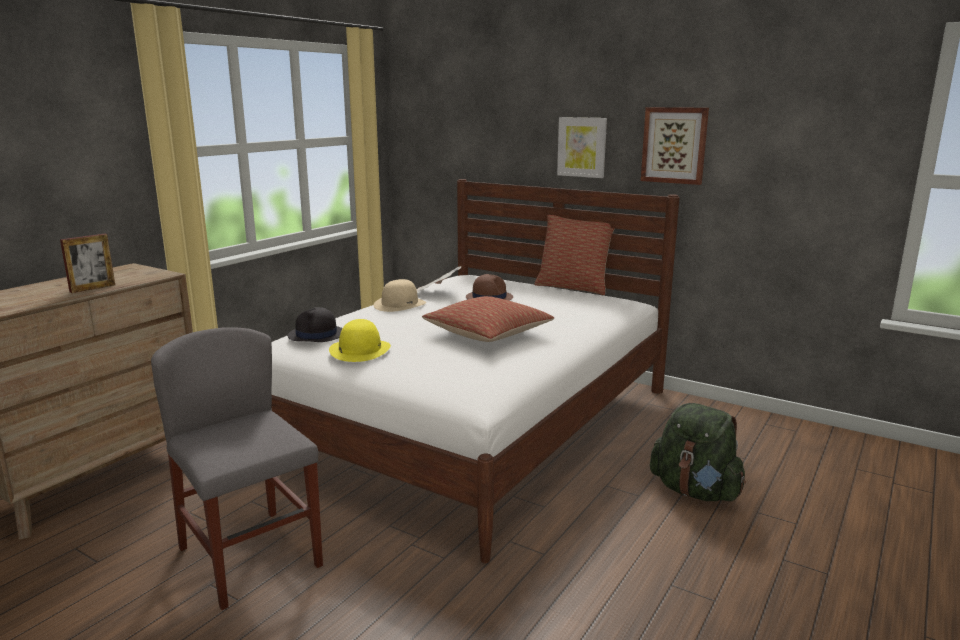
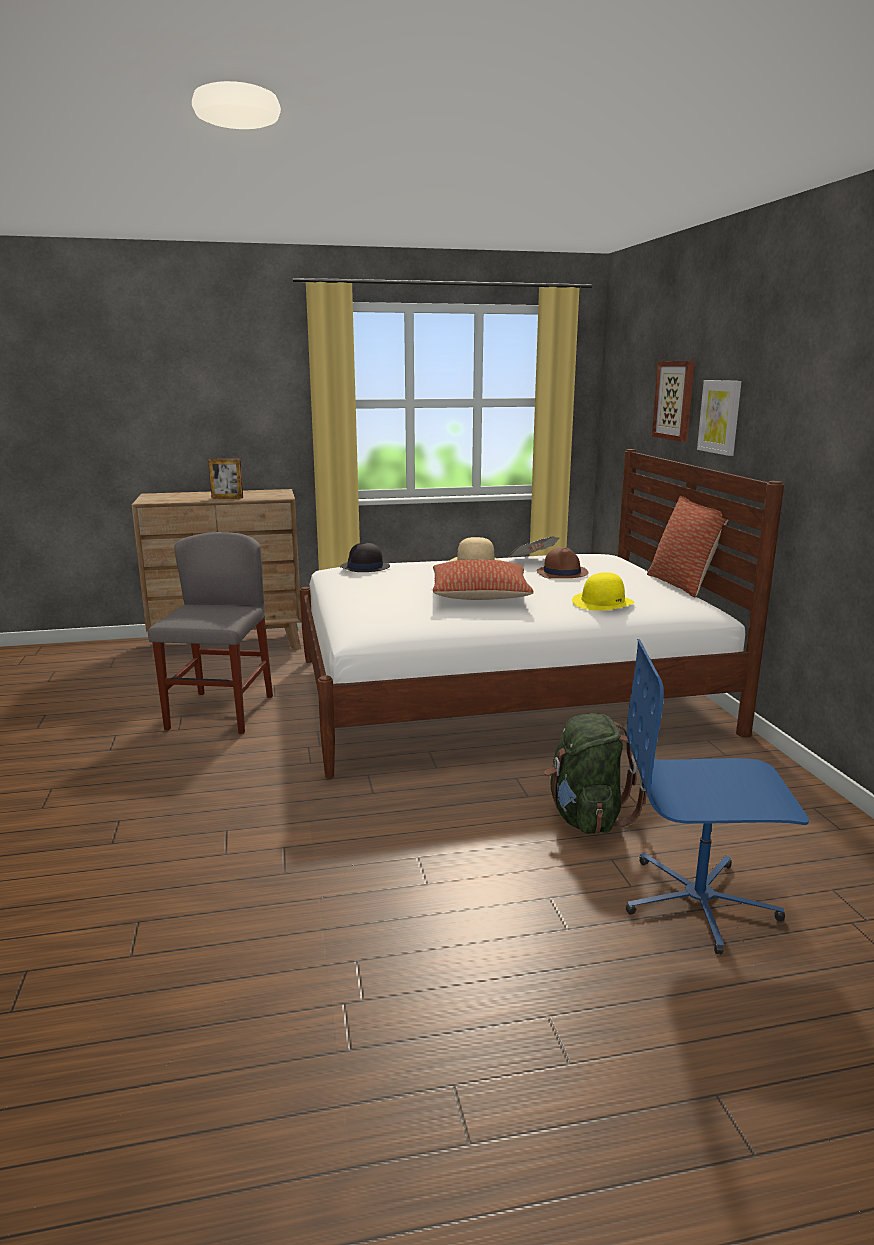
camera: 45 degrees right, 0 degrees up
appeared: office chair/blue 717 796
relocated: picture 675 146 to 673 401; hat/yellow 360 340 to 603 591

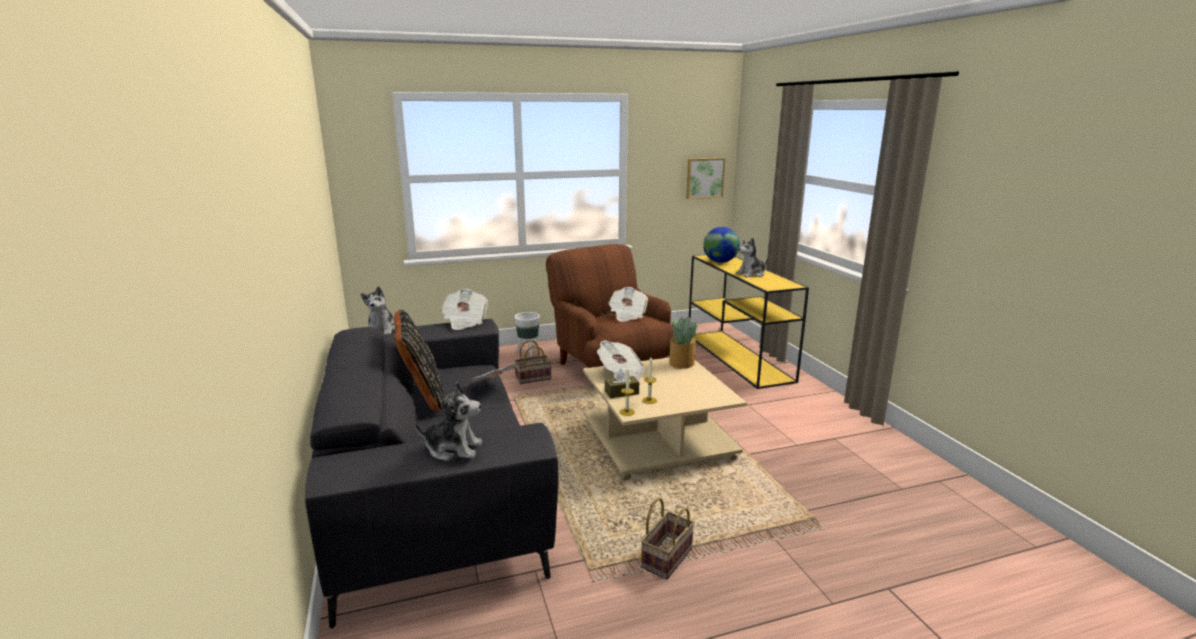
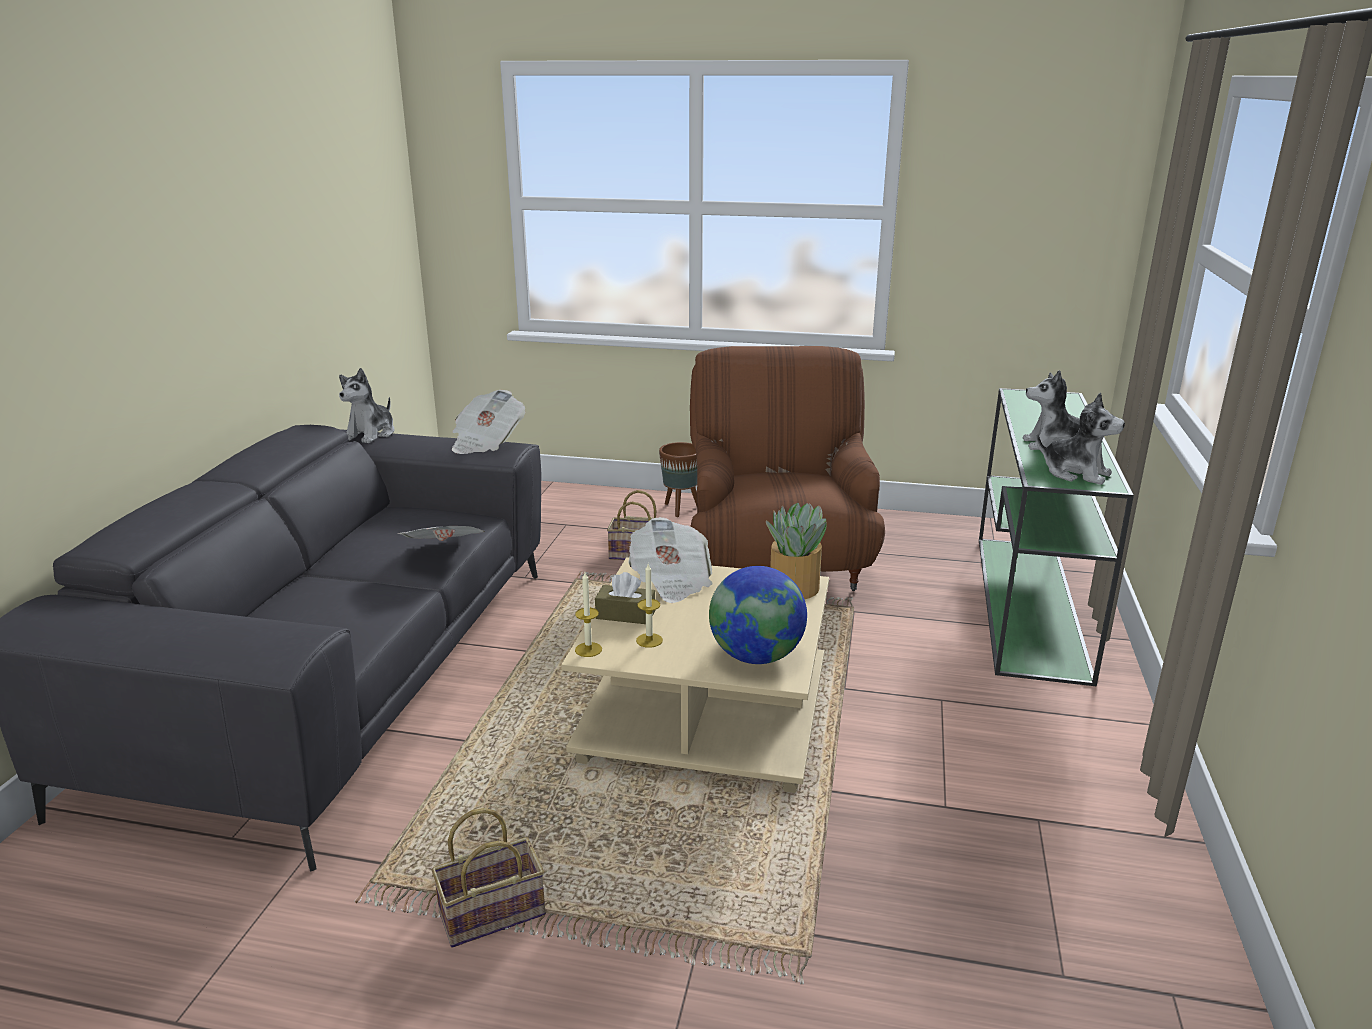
camera: 30 degrees right, 5 degrees up
missing: picture 705 178; newspaper 628 304; pillow/black 419 360
relocated: globe 721 245 to 758 615; plush toy 448 421 to 1080 438
colour: console table/yellow 749 322 to console table/green 1056 537; planter/white 527 334 to planter/brown 678 479

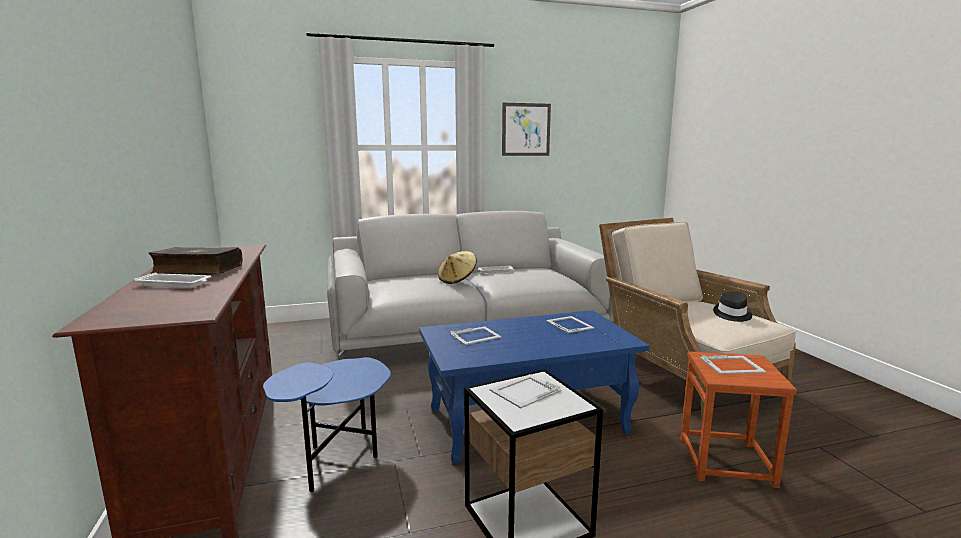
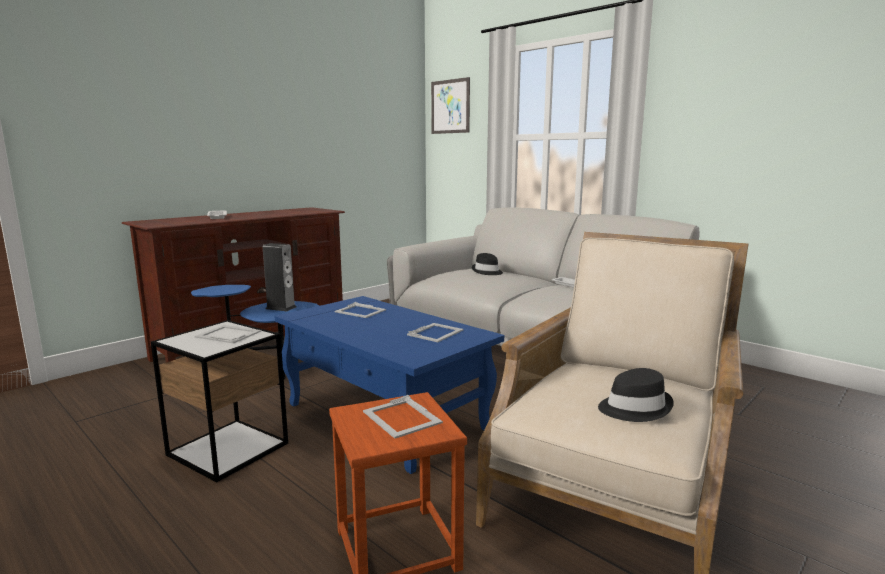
camera: 60 degrees right, 0 degrees up
missing: book 195 260; hat/beige 457 267
appeared: speaker 279 277; hat/black 487 264
relocated: picture 526 129 to 450 105

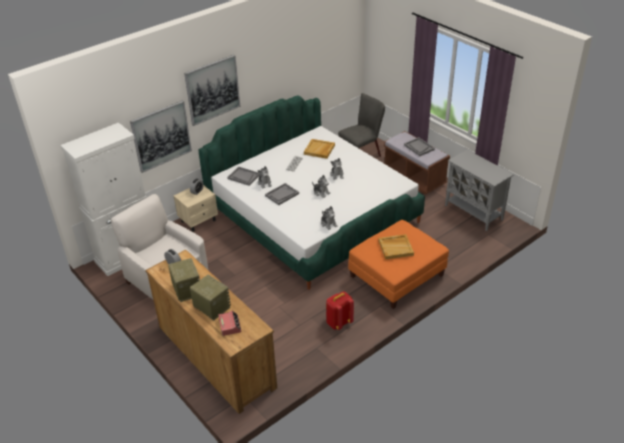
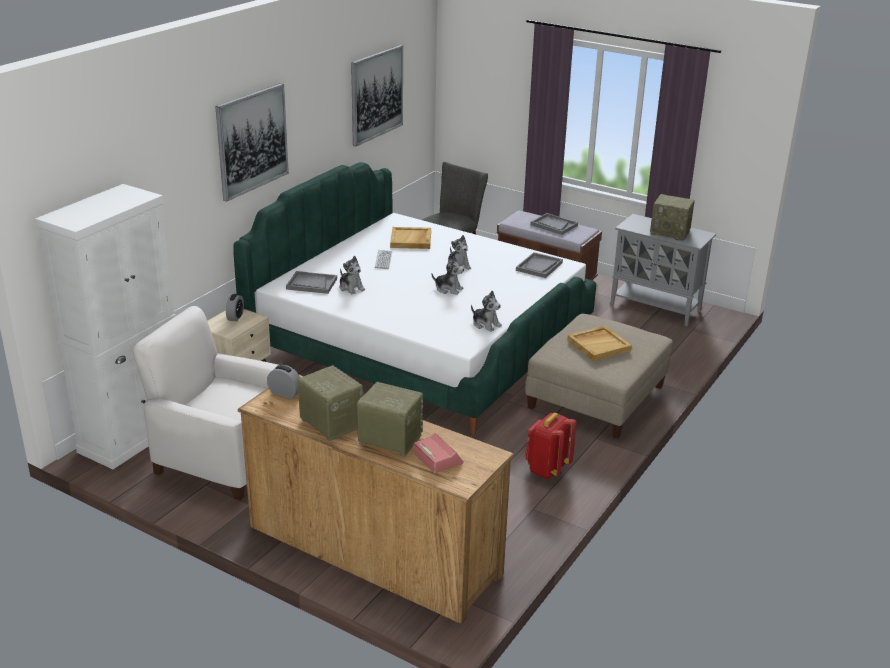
camera: 20 degrees left, 10 degrees down
appeared: radio 672 217
relocated: picture 161 136 to 377 96; tray/grey 282 194 to 539 265
colour: ottoman/orange 398 264 to ottoman/beige 599 376

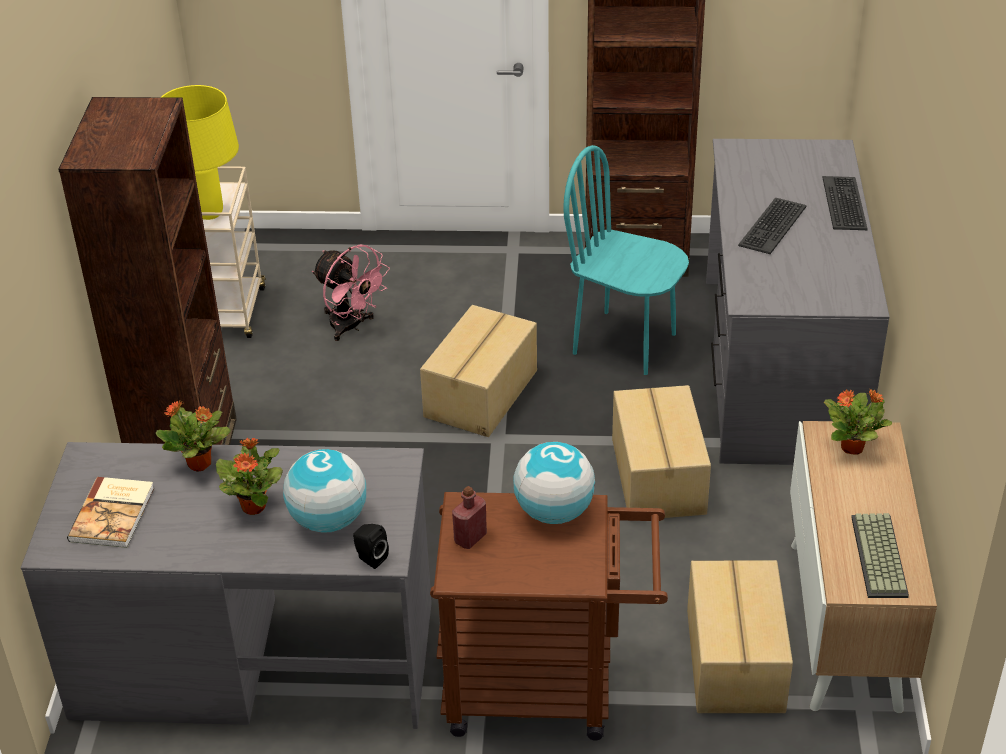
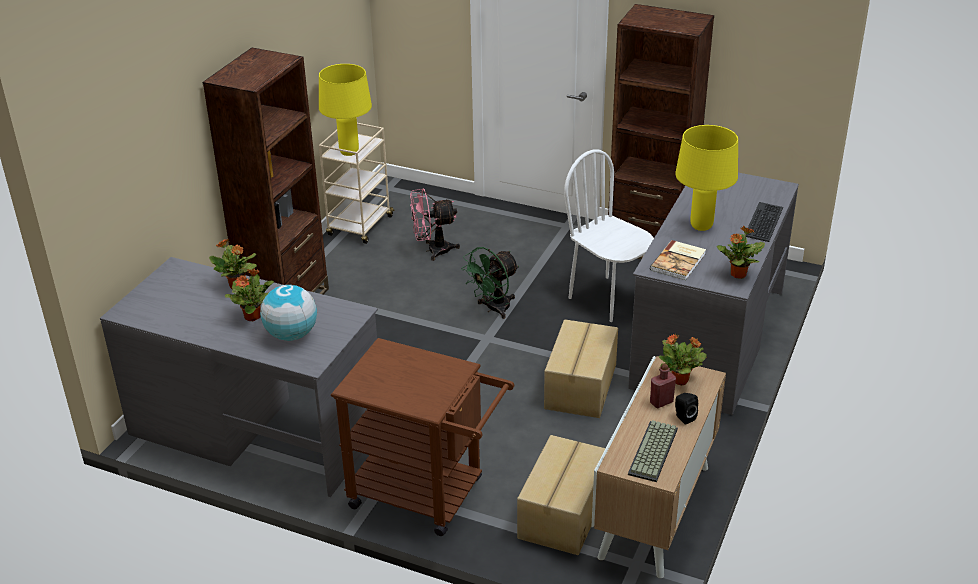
camera: 20 degrees right, 5 degrees down
missing: globe 554 483
appeared: potted plant 741 252
relocated: book 110 512 to 678 260; bottle/red 469 517 to 663 385; speaker/black 371 546 to 686 409
exchanged: keyboard 772 225 to table lamp/yellow 706 178; cardboard box 478 371 to fan/green 490 283
colour: chair/turquoise 626 260 to chair/white 609 236
spun: fan/pink 351 293 = 435 224 105 degrees clockwise

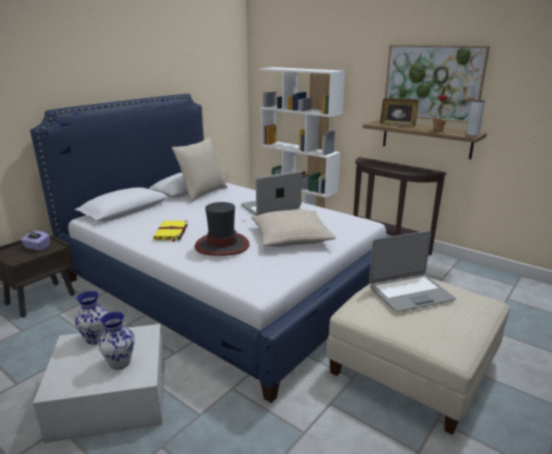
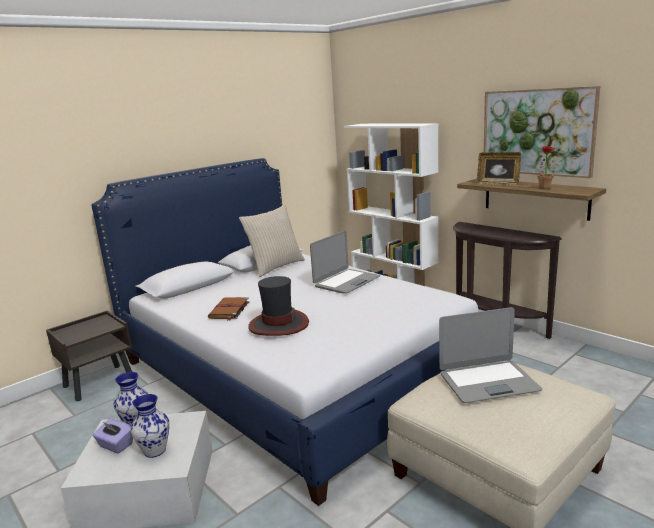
camera: 10 degrees right, 5 degrees down
missing: vase/grey 476 118; pillow/beige 293 228
relocated: tissue box/purple 35 240 to 113 436
colour: book/yellow 170 231 to book/brown 228 309
spun: laptop 271 193 = 345 262 150 degrees clockwise

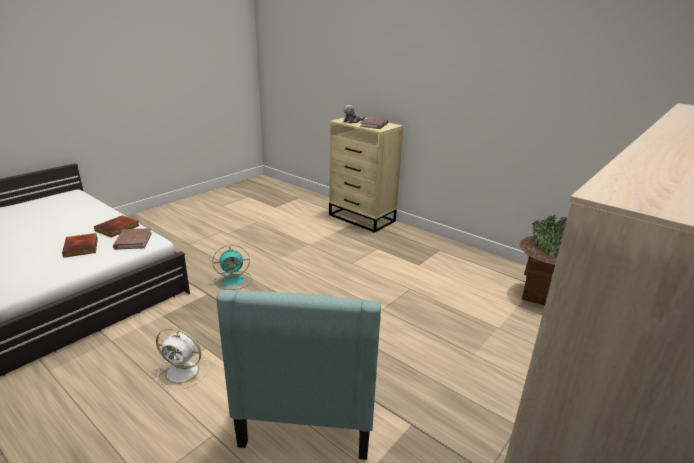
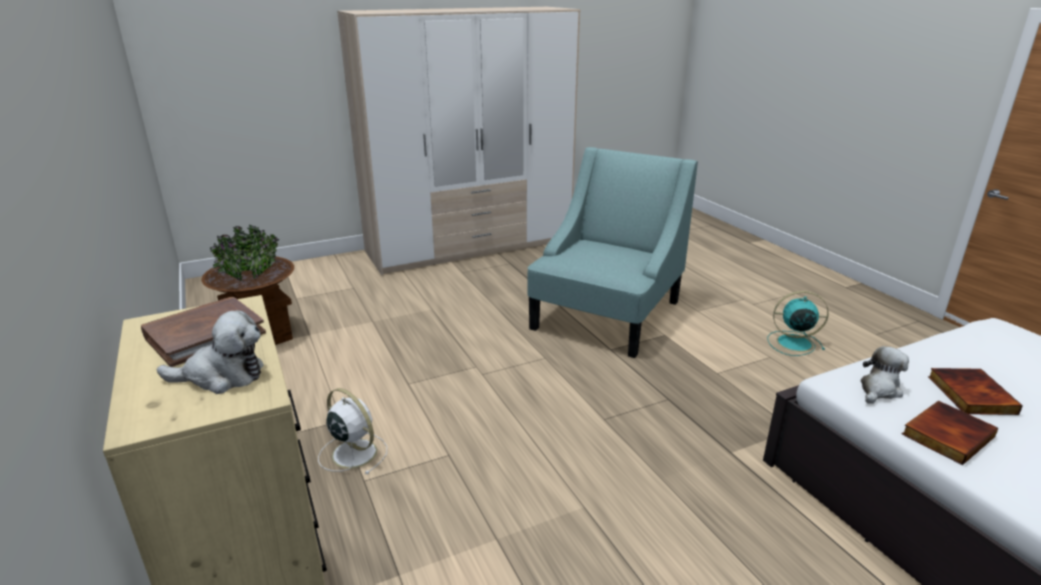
camera: 155 degrees left, 0 degrees up
relocated: fan/turquoise 232 267 to 798 323; fan/white 182 358 to 352 431
exchanged: book/brown 132 239 to plush toy 885 375

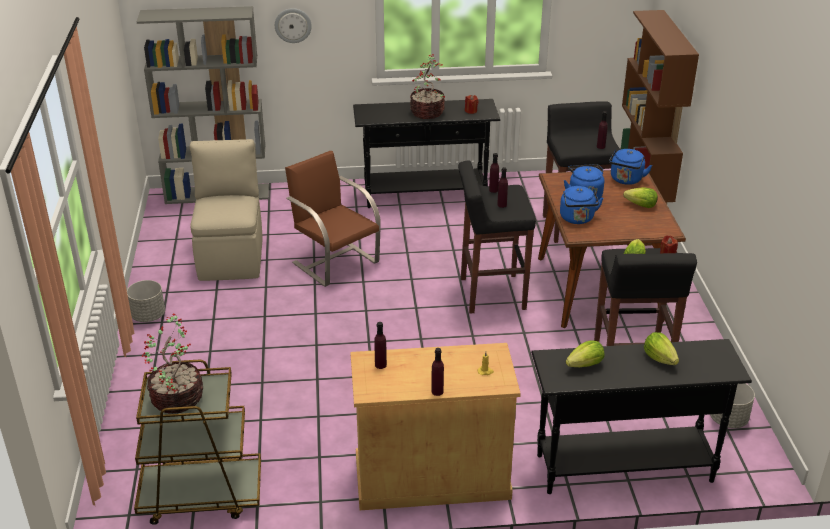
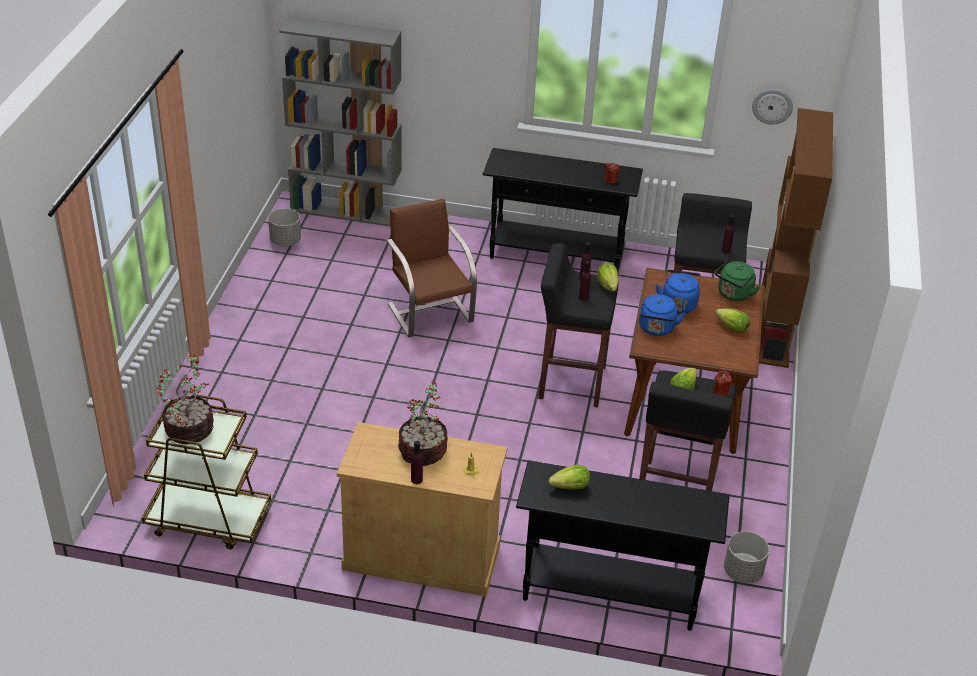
camera: 15 degrees right, 5 degrees up
missing: chair/beige 226 210; bottle/purple 380 345
relocated: wall clock 293 25 to 772 107; potted plant 427 86 to 423 423; planter/grey 146 301 to 284 227; lettuce 661 348 to 608 277
colour: kettle/blue 630 167 to kettle/green 737 281

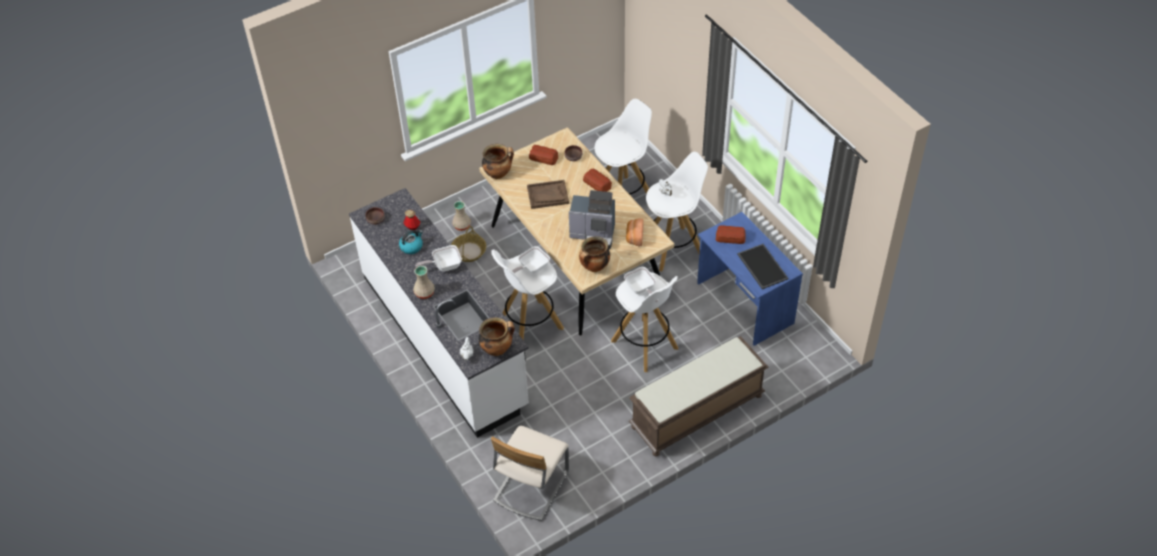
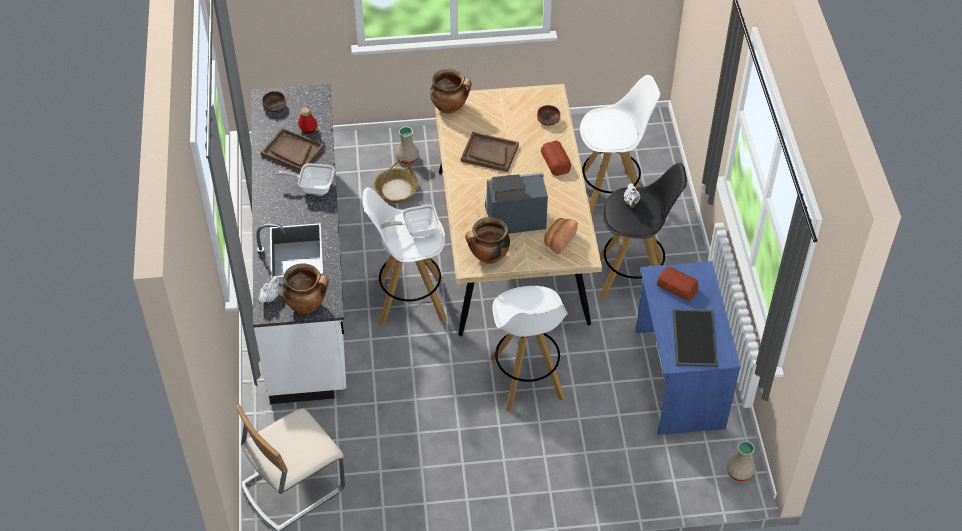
camera: 25 degrees right, 0 degrees up
missing: bread 543 155; frying pan 641 284; bench/brown 699 396
relocated: vase/beige 424 282 to 741 461
exchanged: kettle 411 242 to tray/brown 292 150
colour: stool/white 677 211 to stool/black 643 231
spun: coffee machine 592 219 = 516 203 135 degrees clockwise

